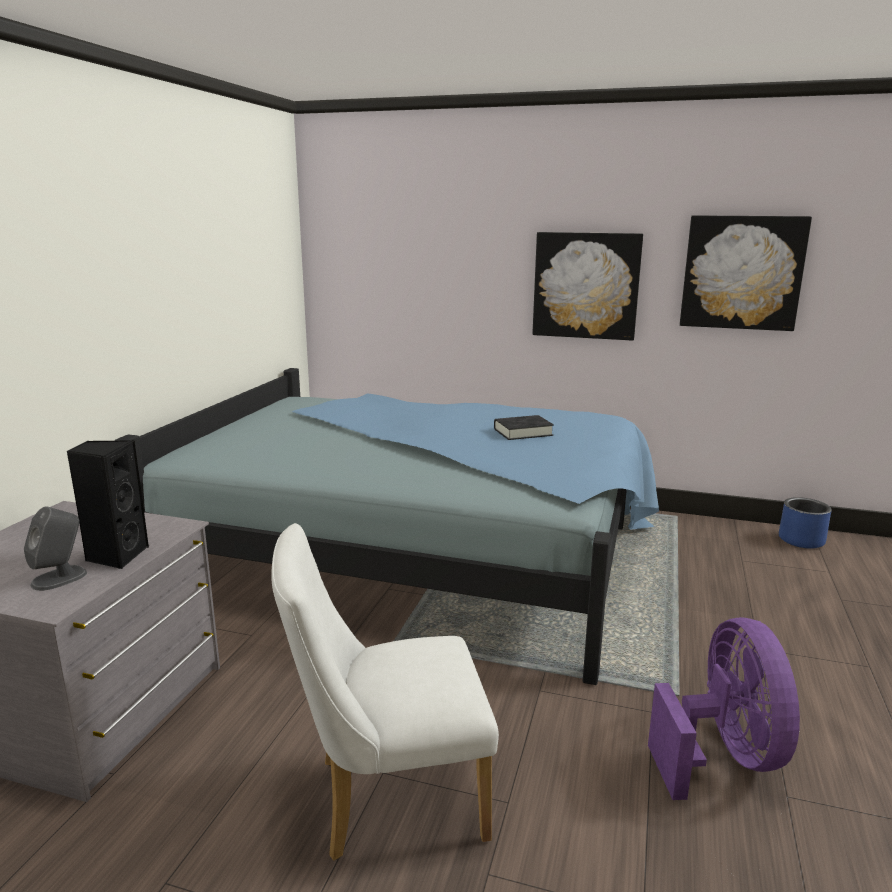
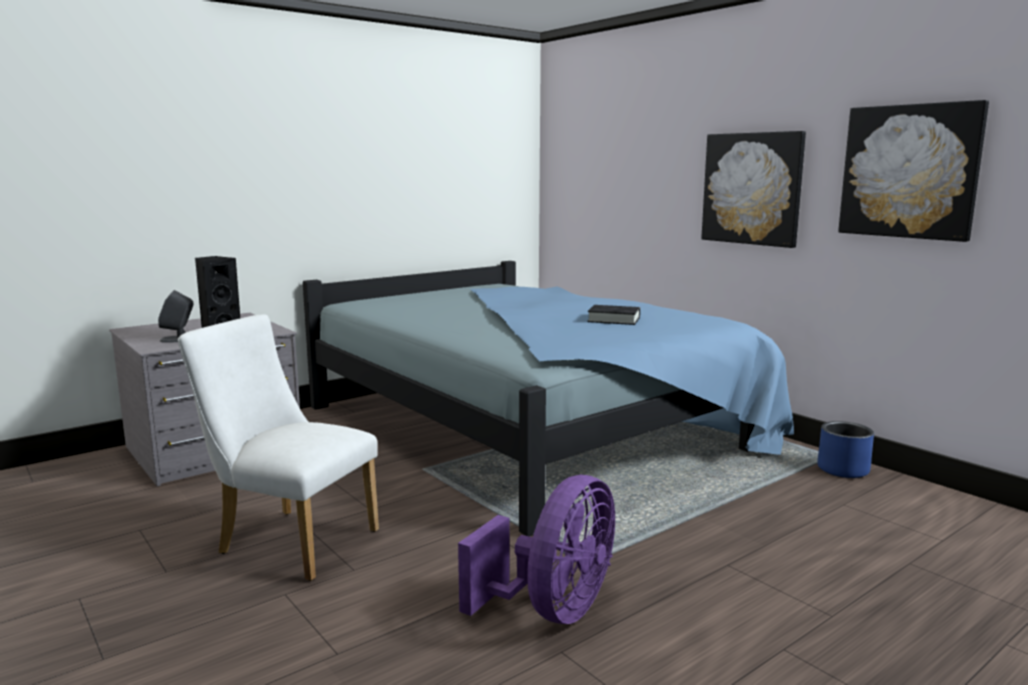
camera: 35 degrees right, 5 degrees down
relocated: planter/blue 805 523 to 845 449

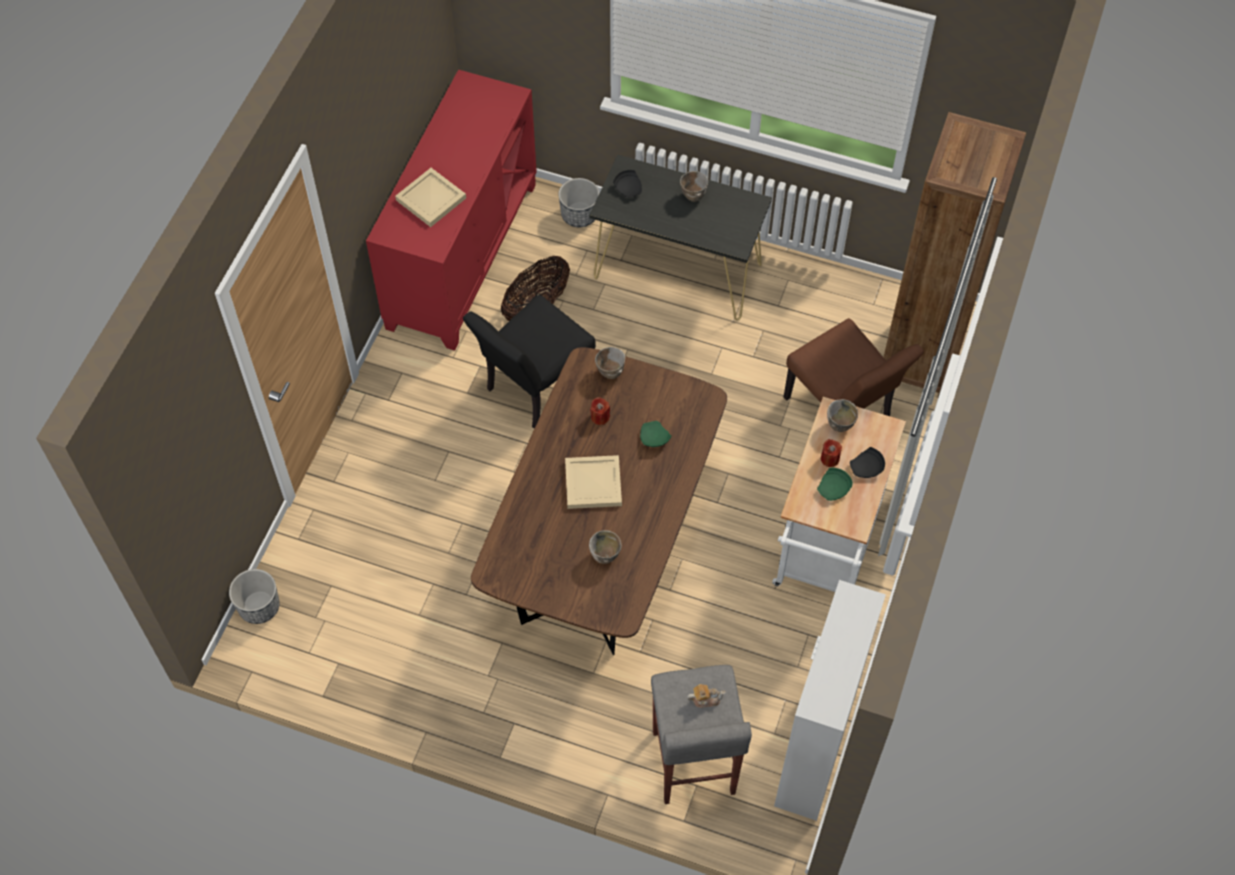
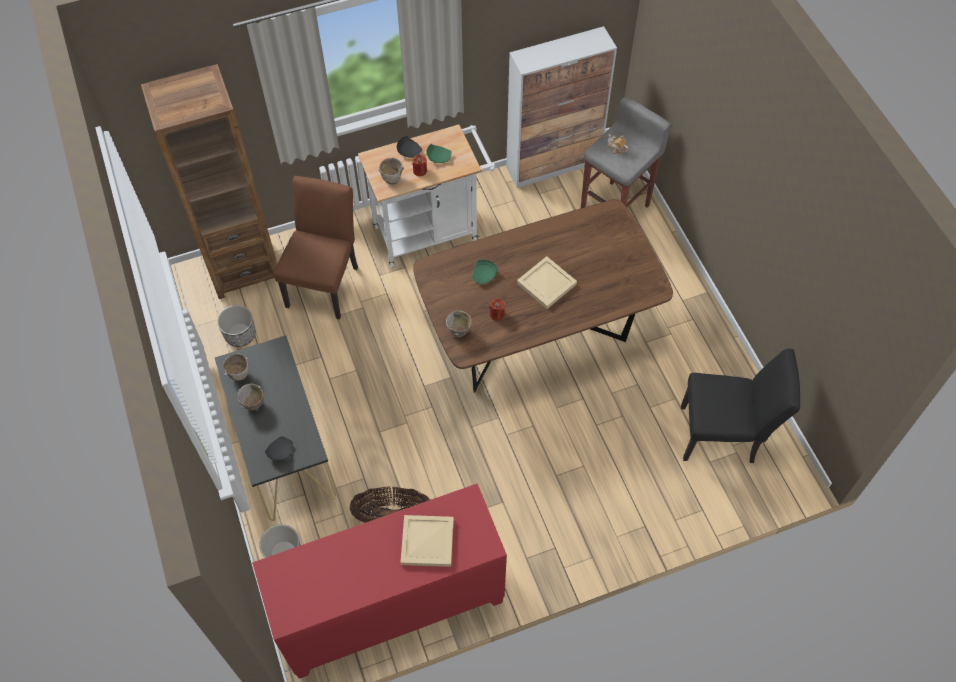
camera: 130 degrees left, 0 degrees up
relocated: chair/black 529 361 to 740 406; bowl 605 547 to 236 367; planter 254 596 to 236 326

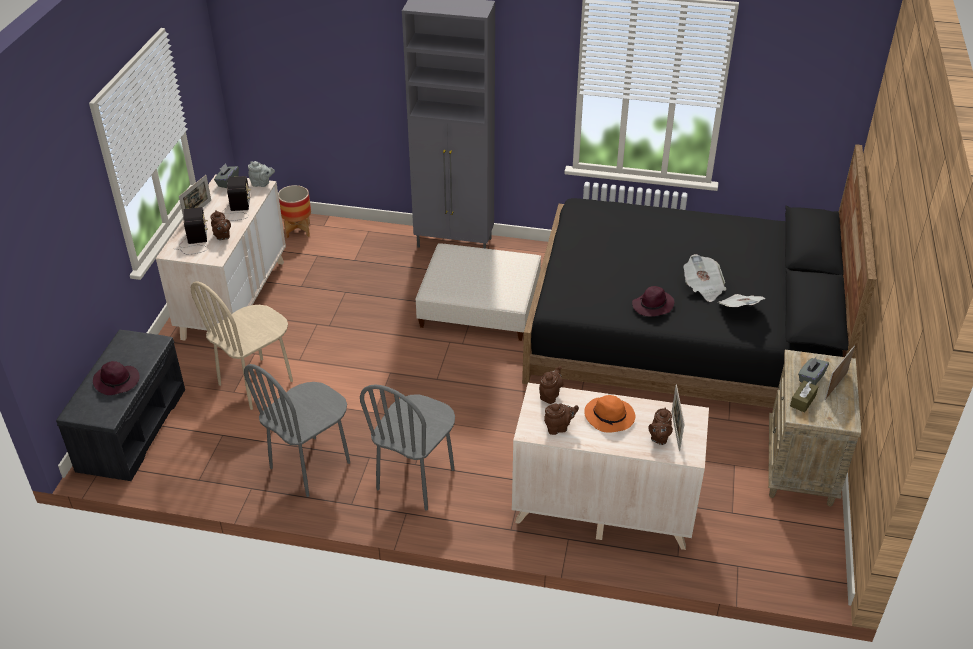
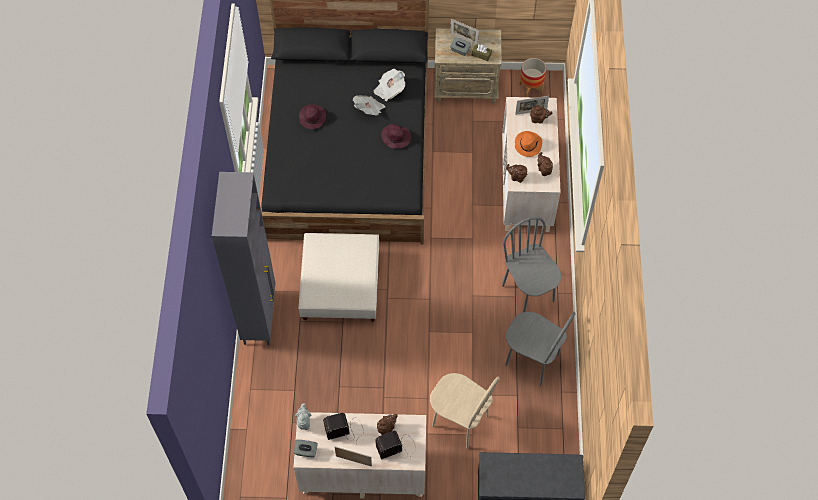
camera: 100 degrees left, 20 degrees up
relocated: planter 294 211 to 532 77; hat/purple 116 378 to 312 116
spun: chair/grey 407 447 = 531 264 135 degrees counterclockwise

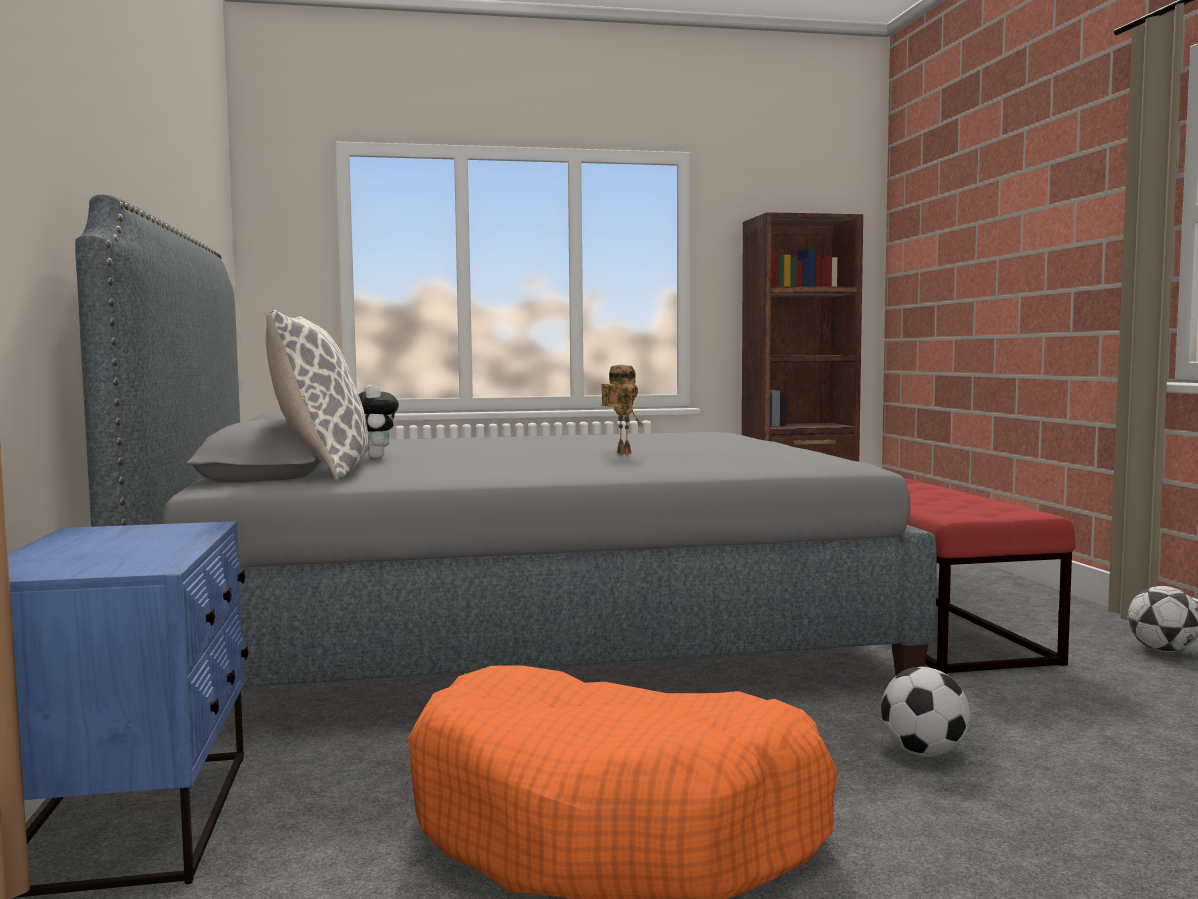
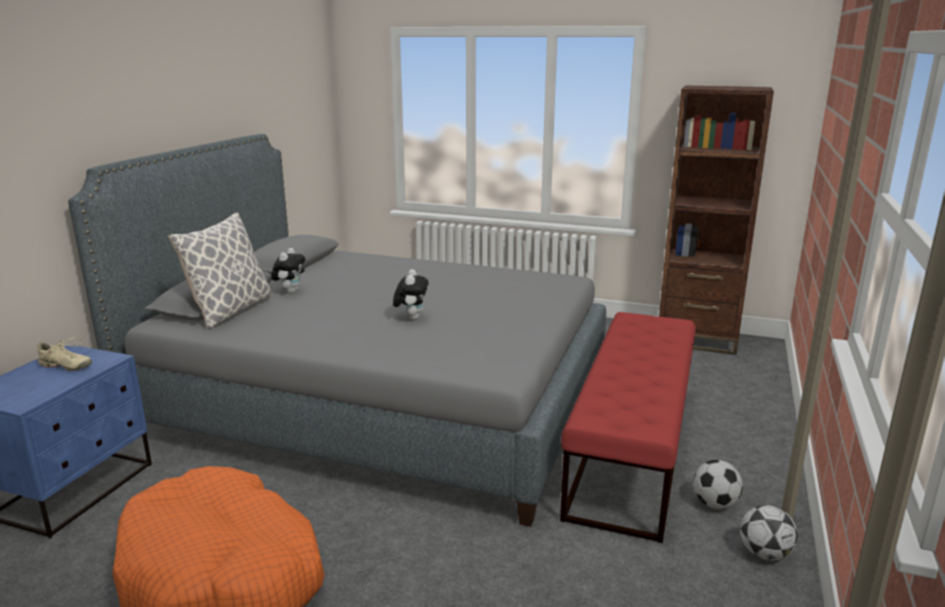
camera: 30 degrees right, 15 degrees up
appeared: shoe/beige 64 354
relocated: football 925 712 to 718 484
exchanged: toy robot 622 409 to plush toy 411 294

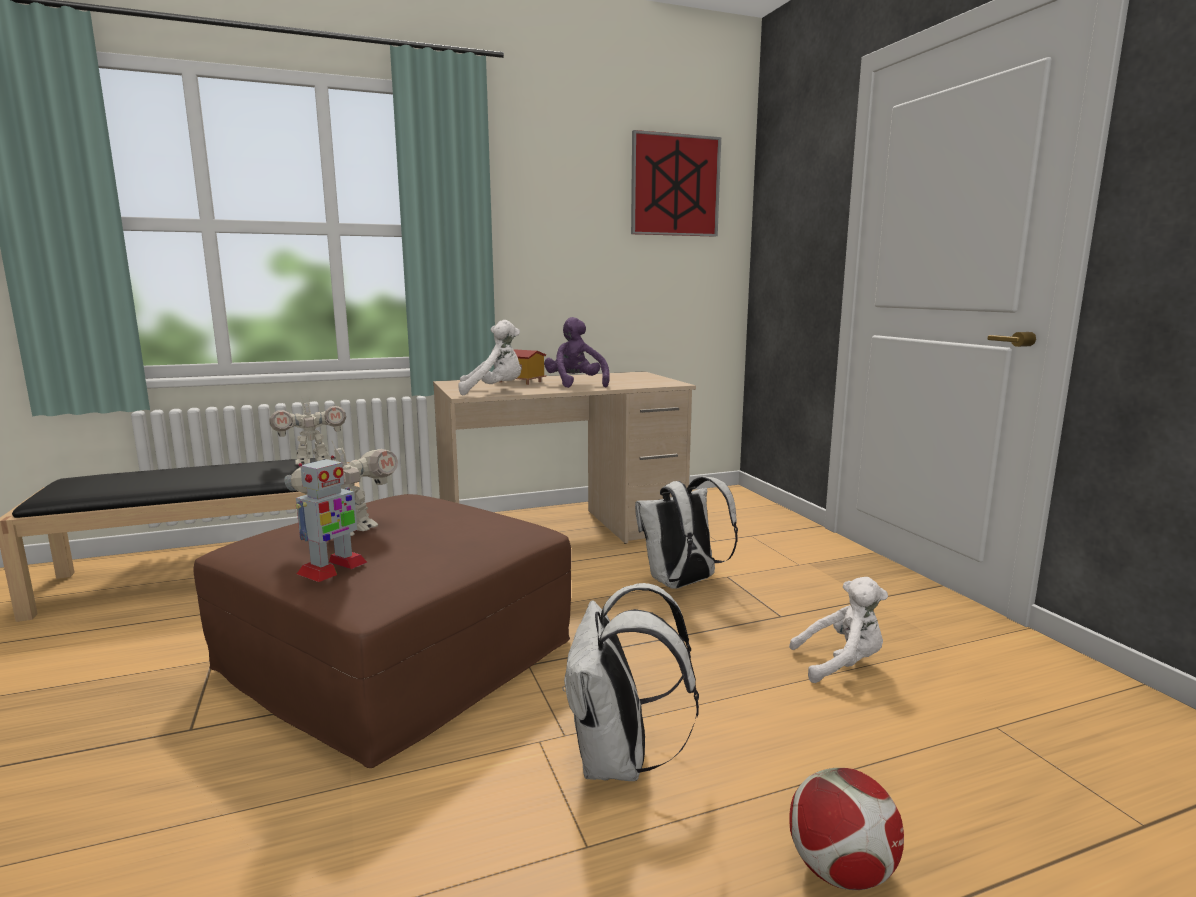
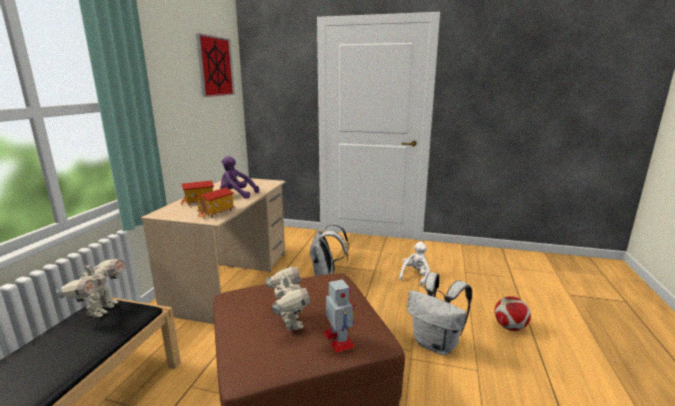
camera: 55 degrees left, 5 degrees up
exchanged: plush toy/white 489 357 to toy house 214 203

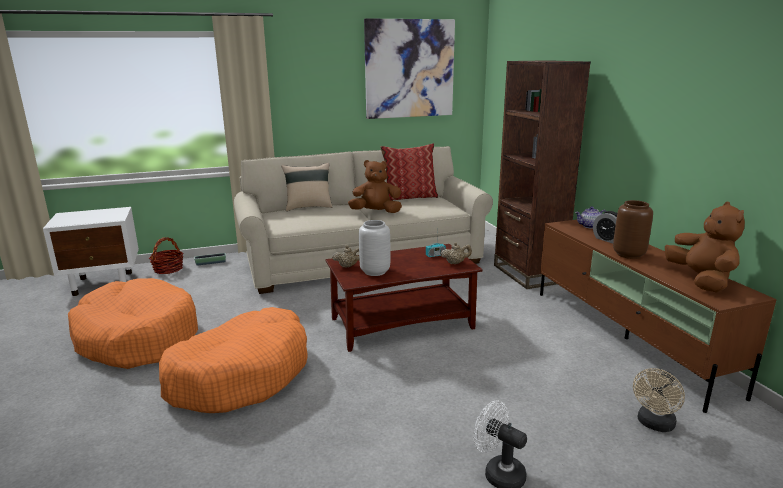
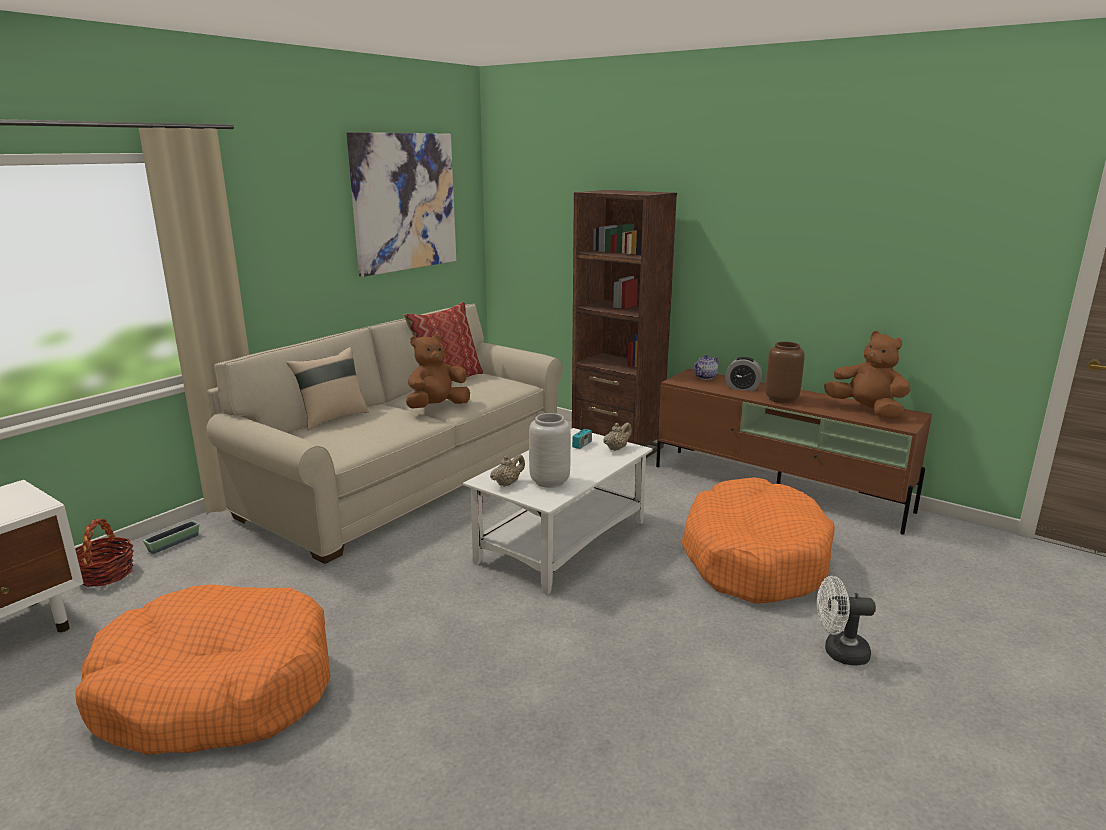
camera: 35 degrees left, 0 degrees up
missing: fan/beige 659 400
relocated: dog bed/orange 233 360 to 758 540
colour: coffee table/brown 404 298 to coffee table/white 558 511

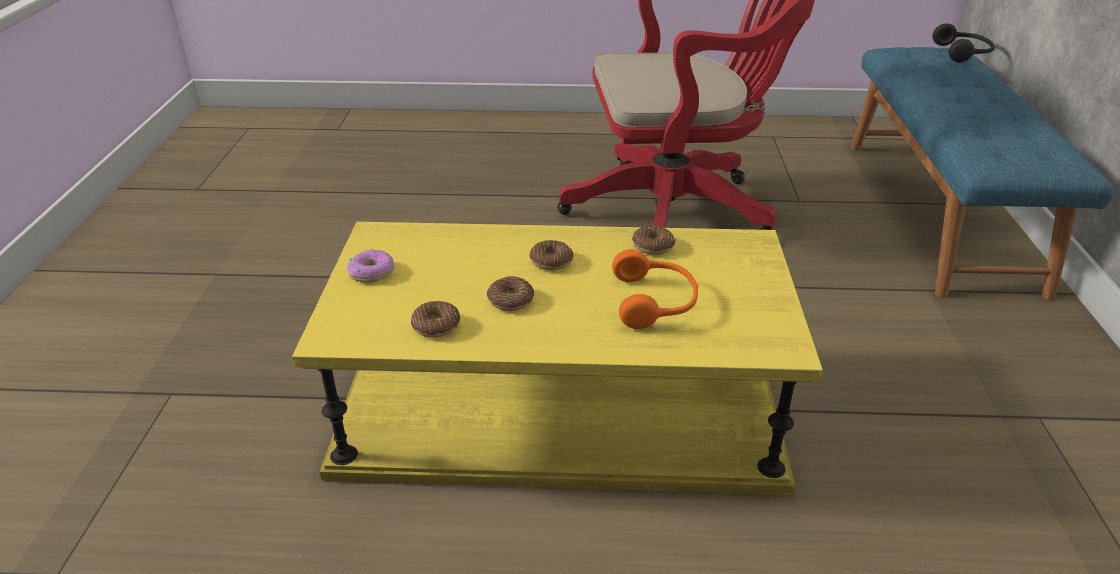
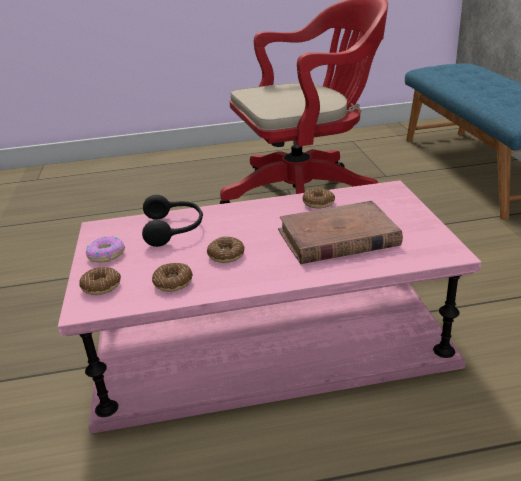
camera: 10 degrees left, 5 degrees down
relocated: headphones/black 963 43 to 172 221; donut 551 255 to 100 281
exchanged: headphones/orange 655 289 to book/brown 340 232
colour: coffee table/yellow 557 358 to coffee table/pink 269 307

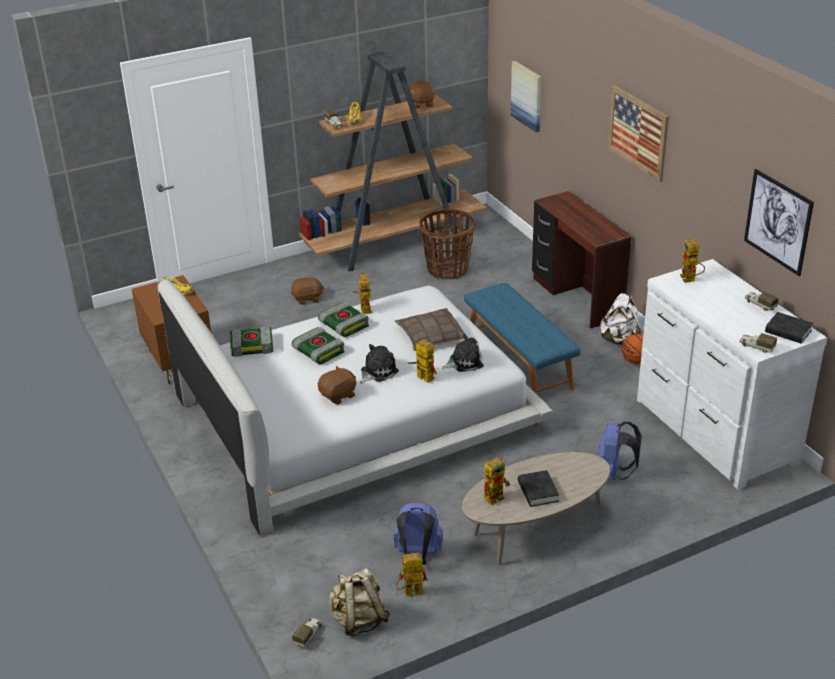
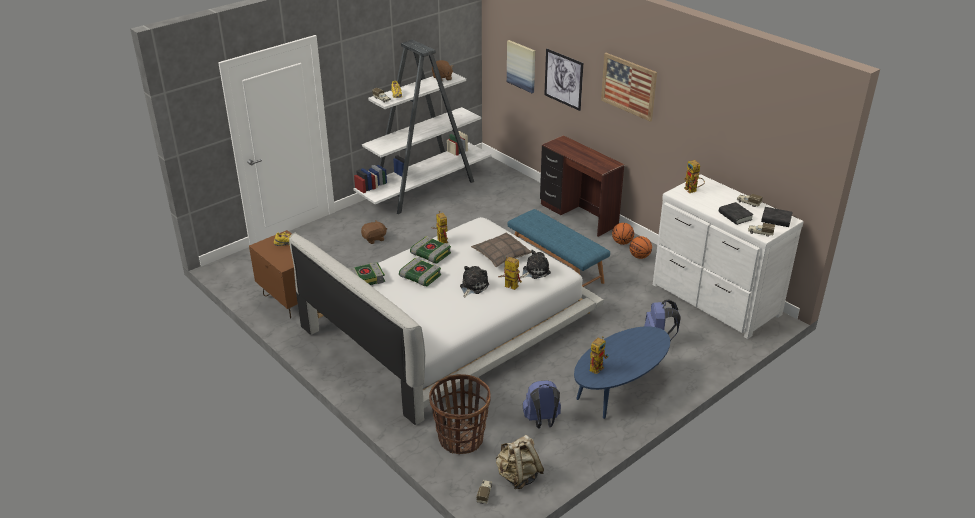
camera: 15 degrees left, 0 degrees up
missing: plush toy/brown 337 385; toy robot 412 574
relocated: picture 779 222 to 563 80; basket 447 244 to 460 414; book/black 538 488 to 736 213
exchanged: backpack/white 620 319 to basketball 623 234
colour: bookcase/brown 393 161 to bookcase/white 422 127; coffee table/beige 536 508 to coffee table/blue 622 372

